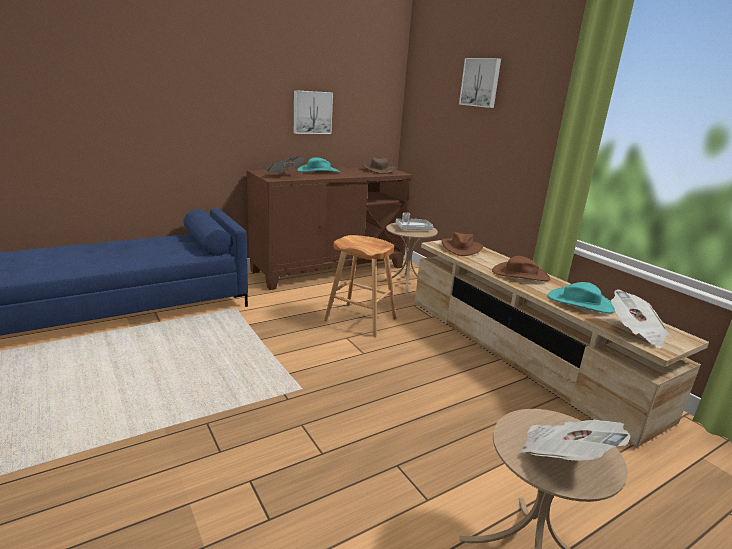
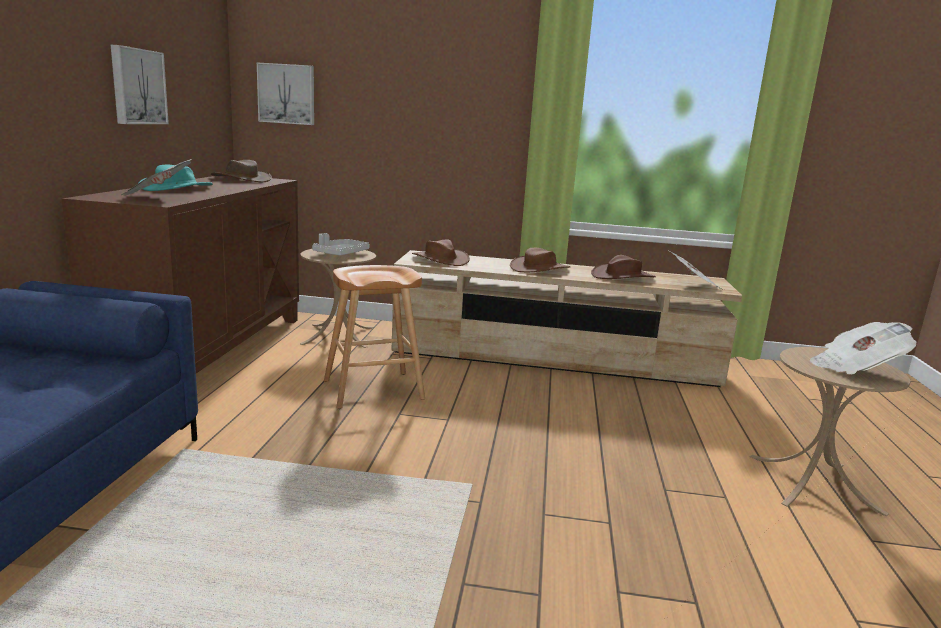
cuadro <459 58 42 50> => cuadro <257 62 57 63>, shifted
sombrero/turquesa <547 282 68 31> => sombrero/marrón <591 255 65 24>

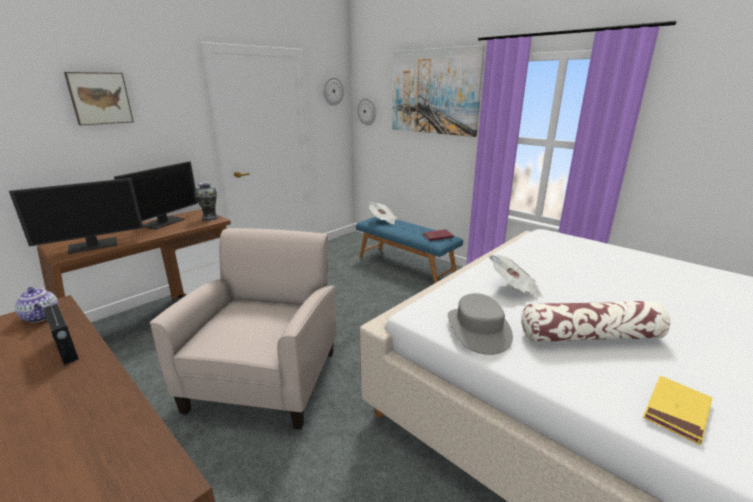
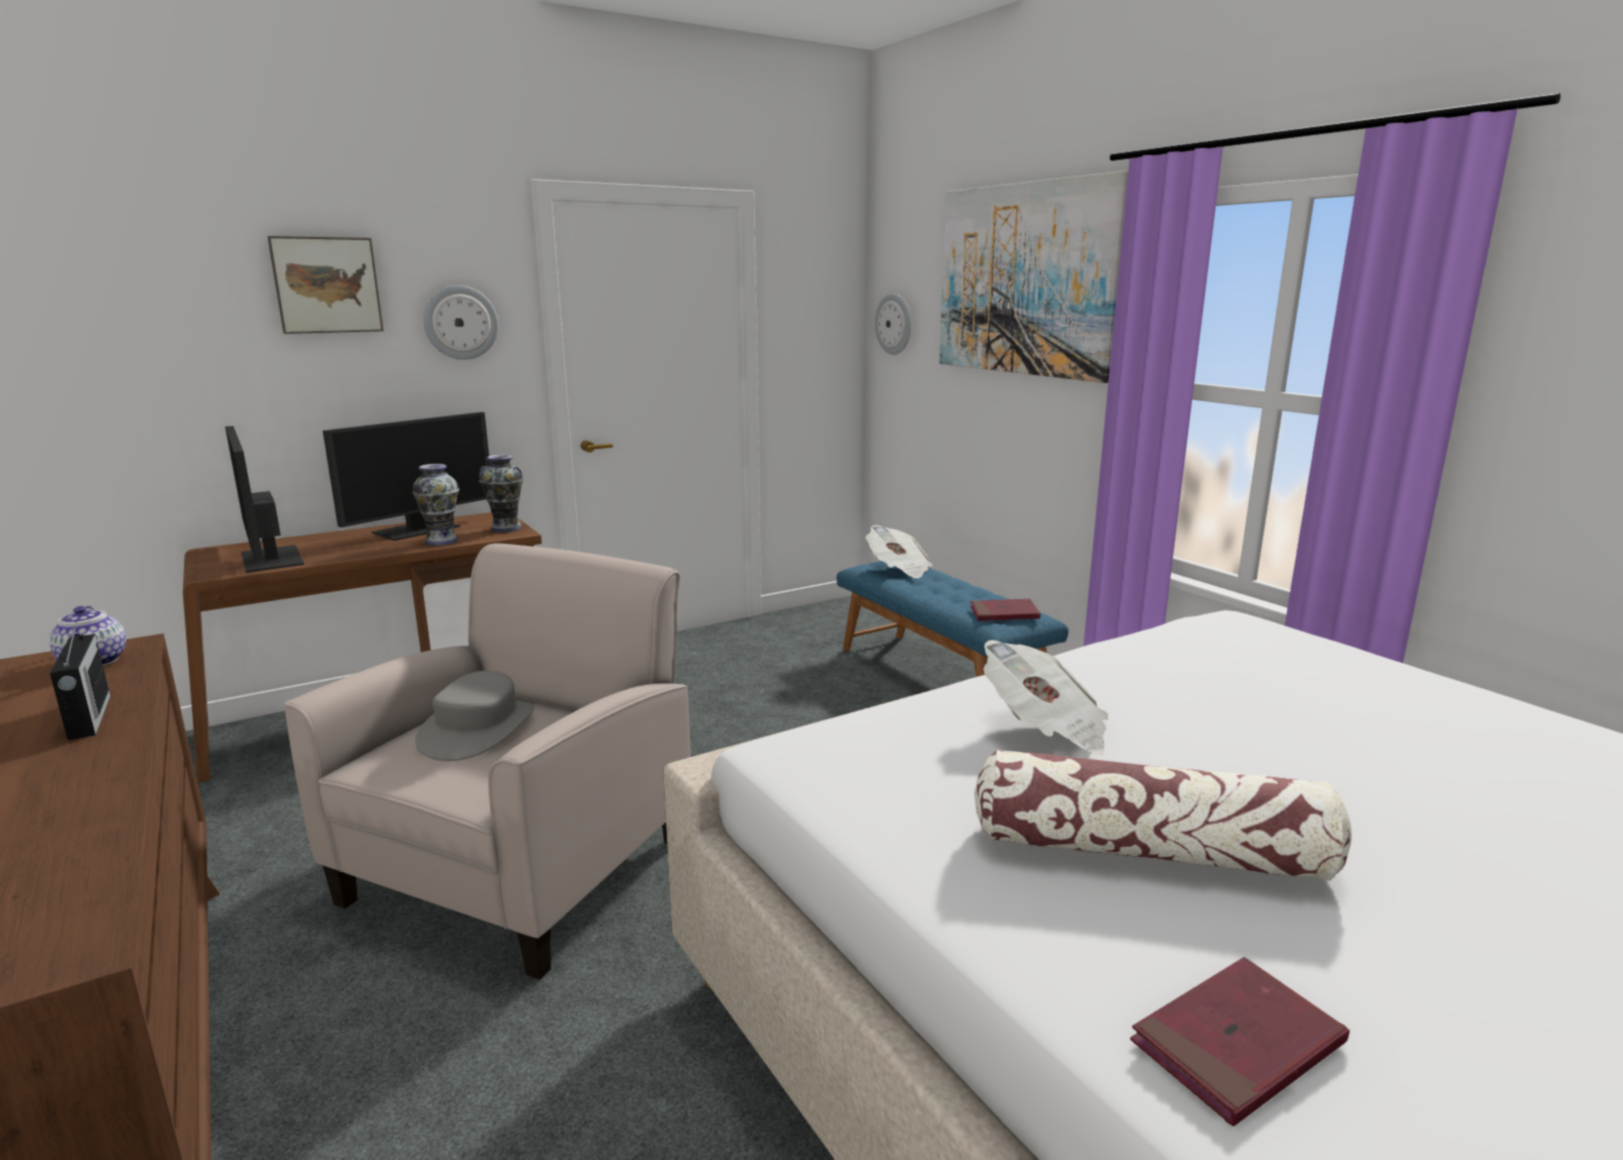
reloj de pared <323 77 21 29> => reloj de pared <423 285 75 75>, shifted
monitor <9 178 134 76> => monitor <225 426 79 147>, 75 degrees clockwise
sombrero/gris <448 293 65 62> => sombrero/gris <415 671 120 90>, shifted
libro/amarillo <643 376 69 69> => libro/rojo <1130 957 220 169>
nothing => florero <412 464 47 82>

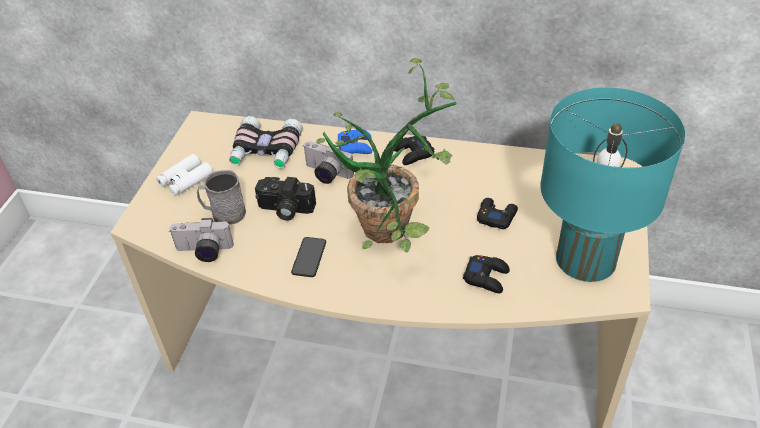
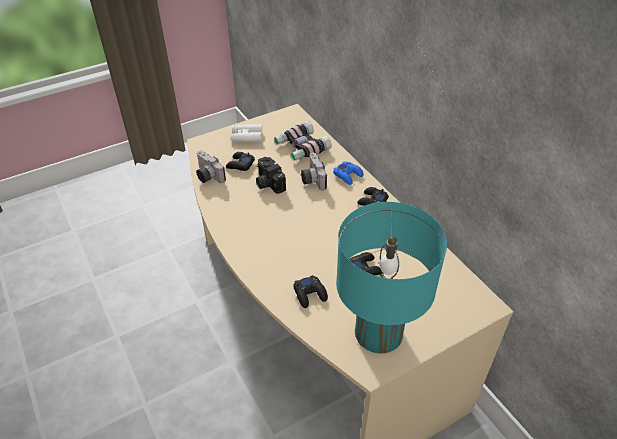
planta en maceta <316 58 141 195> => nothing
taza grande/gris <197 170 49 54> => mando de consola/negro <226 152 29 19>
móvil <291 237 35 40> => nothing

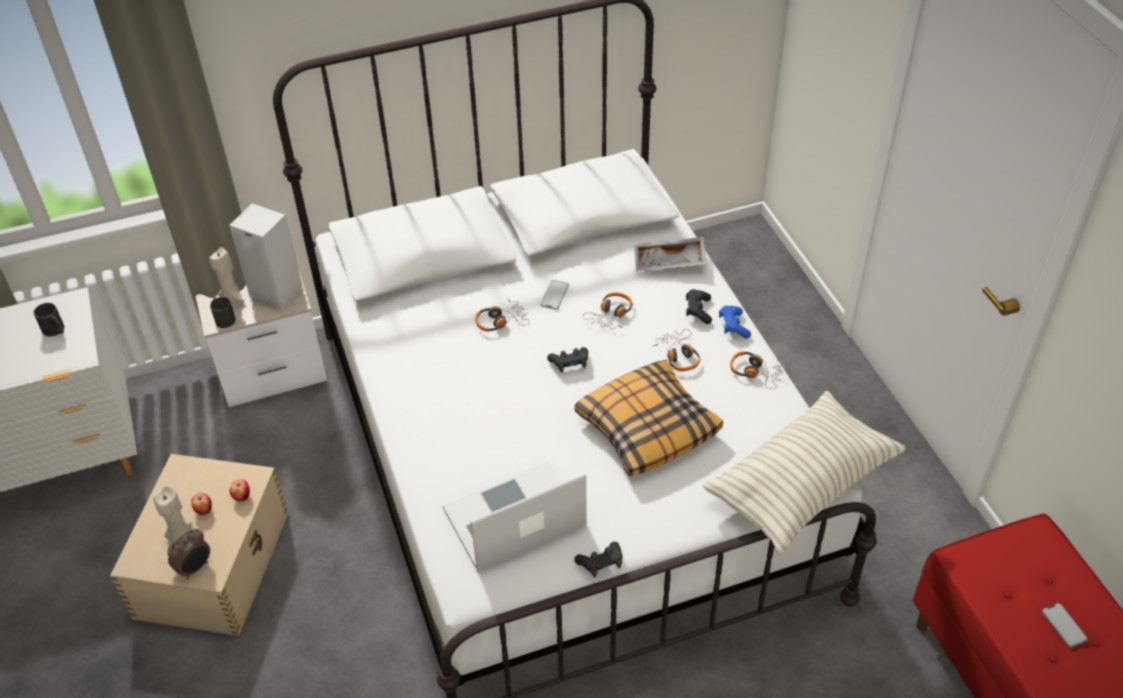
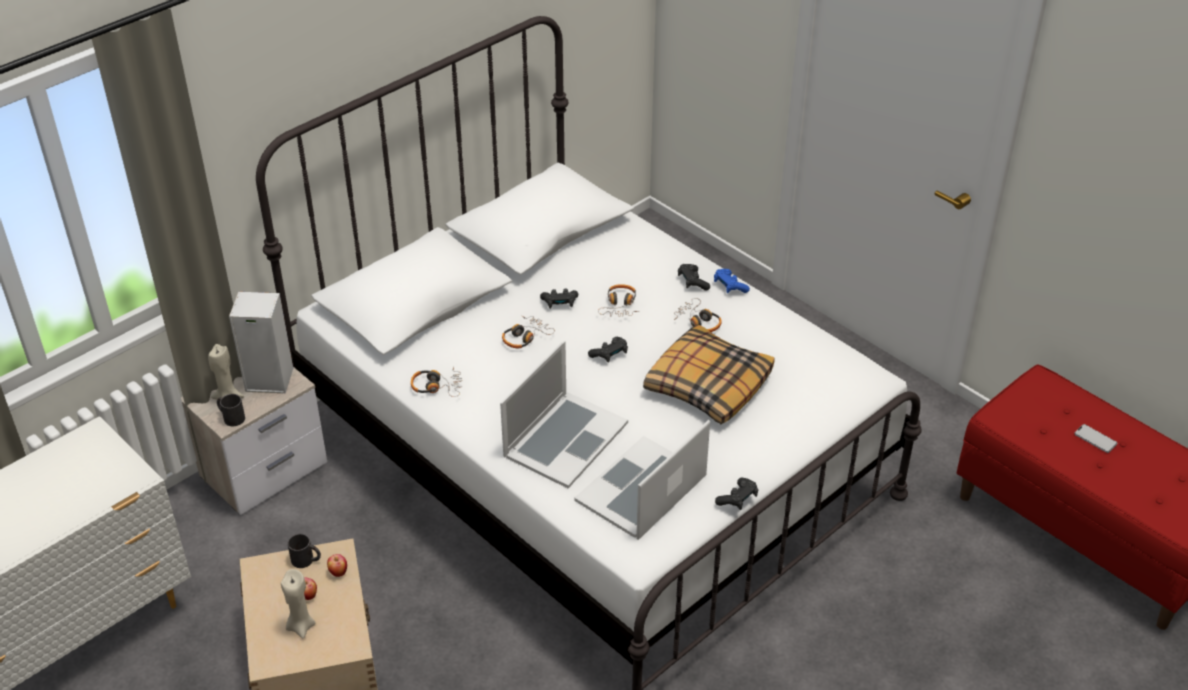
bandeja/gris <634 237 73 35> => nothing
móvil <540 280 29 30> => mando de consola/negro <540 289 38 20>
taza grande/negro <34 303 30 33> => taza grande/negro <287 534 34 34>, shifted
auriculares <730 351 54 38> => auriculares <411 367 51 30>, shifted
cojín <703 391 203 163> => nothing
despertador <167 528 43 51> => nothing
nothing => portátil <500 341 128 147>

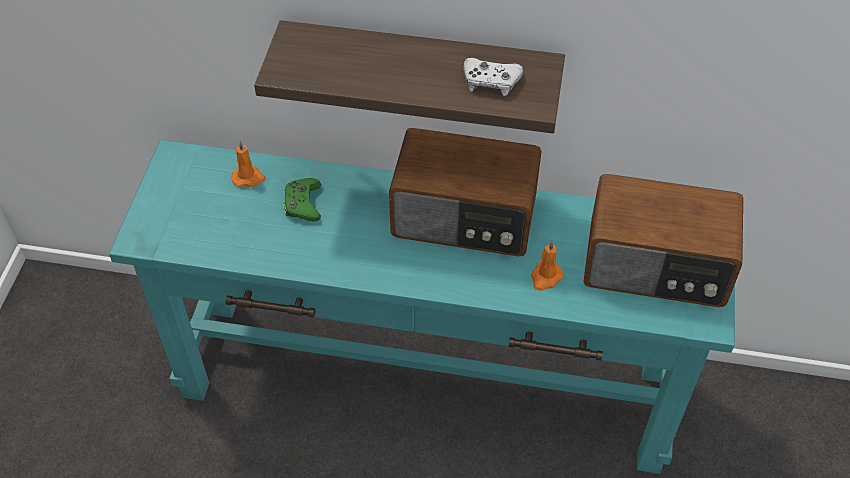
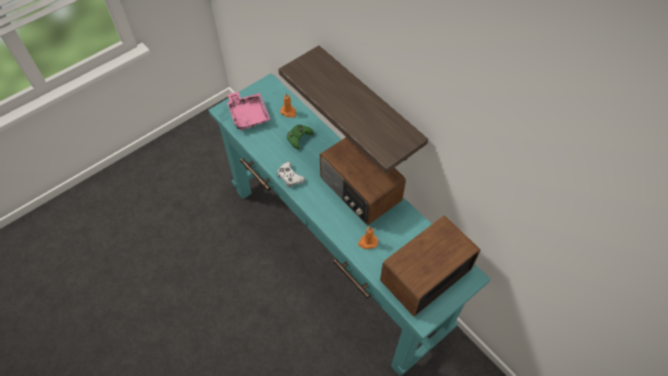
mando de consola/blanco <464 58 59 38> => mando de consola/blanco <277 162 28 25>, shifted
radio <583 174 160 133> => radio <380 215 101 102>, 90 degrees clockwise
nothing => bandeja/rosa <227 92 44 38>

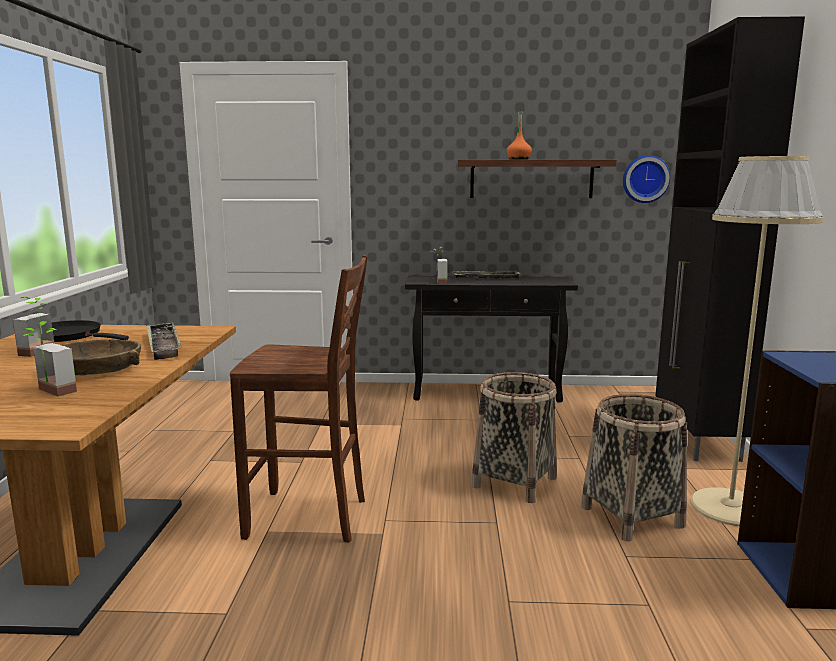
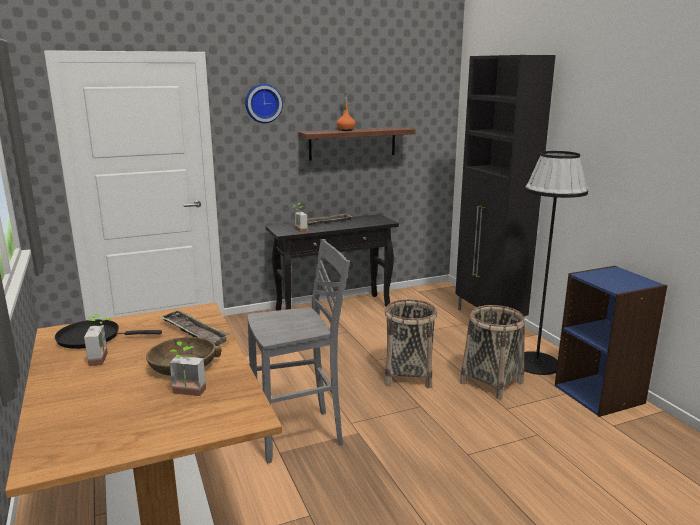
reloj de pared <623 155 47 48> => reloj de pared <245 84 38 39>, shifted
lámpara de pie/beis <690 156 133 370> => lámpara de pie/negro <524 151 64 224>
taburete/marrón <230 255 138 288> => taburete/gris <247 239 103 224>

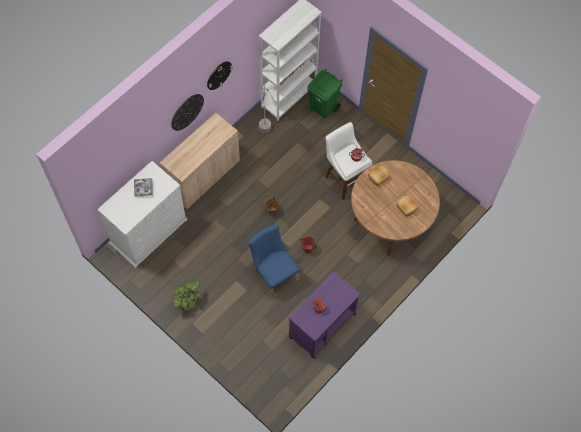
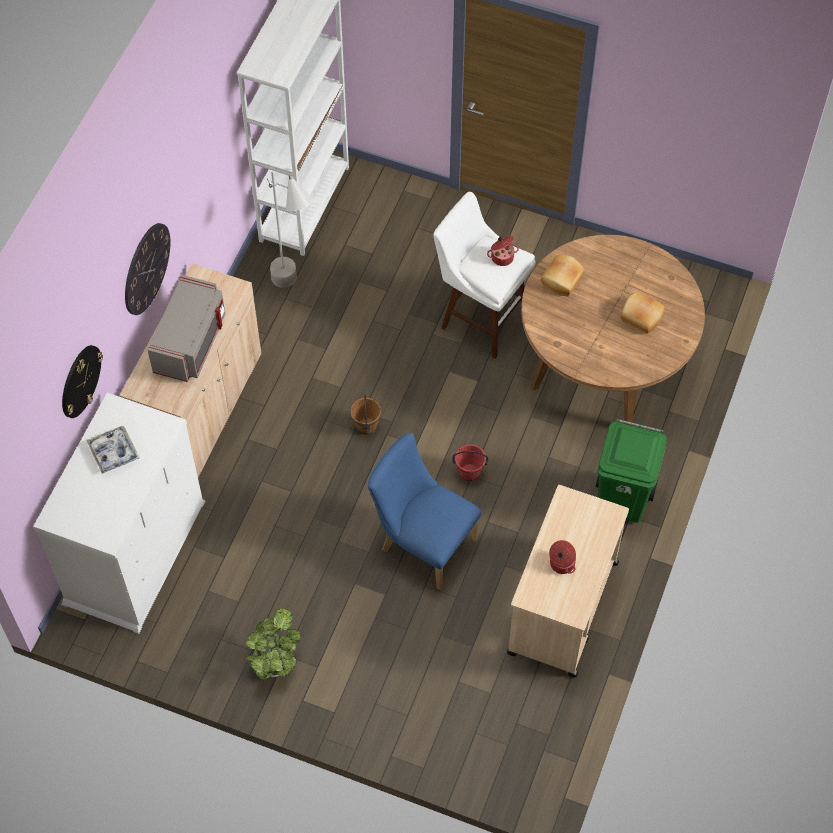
reloj de pared <207 61 26 29> => reloj de pared <62 345 41 73>, shifted
papelera/verde <307 69 35 50> => papelera/verde <596 419 71 104>, shifted
carrito/morado <289 272 71 86> => carrito/beis <507 485 122 193>
nothing => microondas/gris <148 275 78 107>

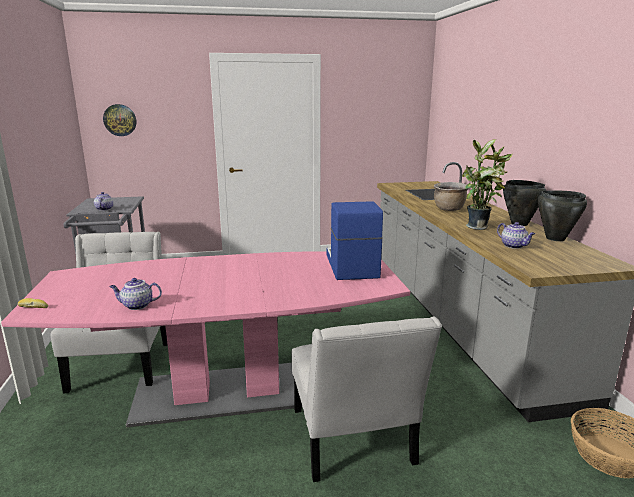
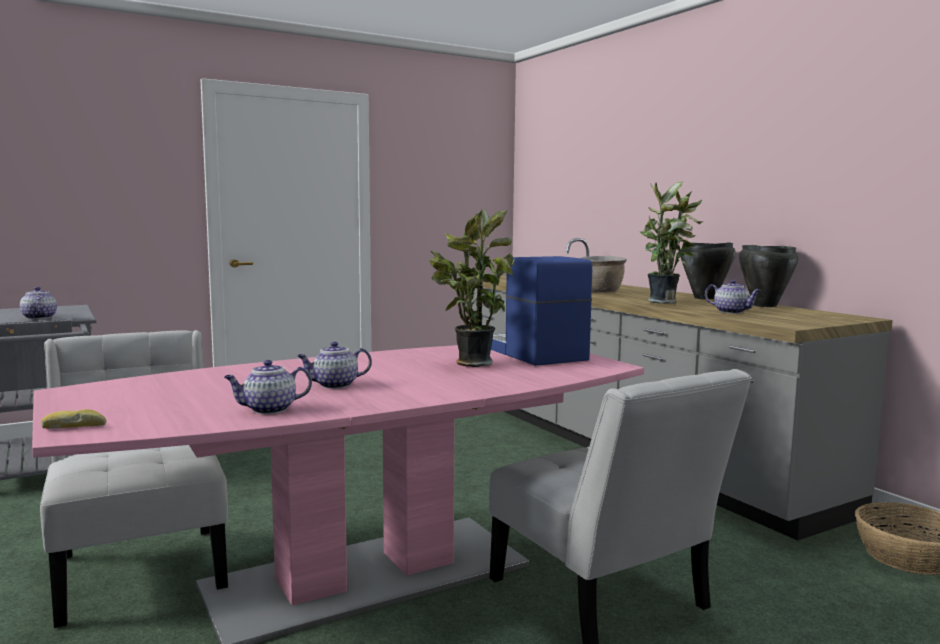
reloj de pared <103 104 33 32> => nothing
nothing => planta en maceta <429 209 86 158>
nothing => tetera <297 342 75 47>

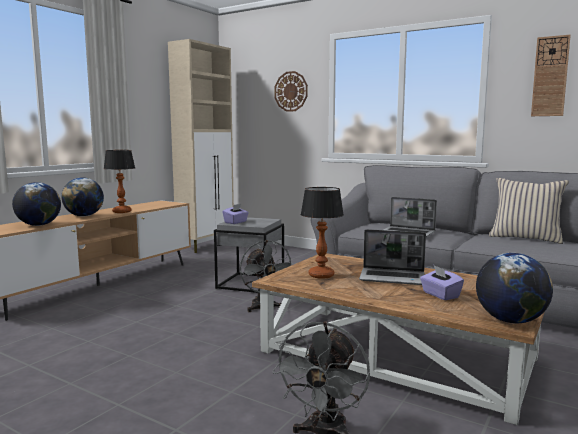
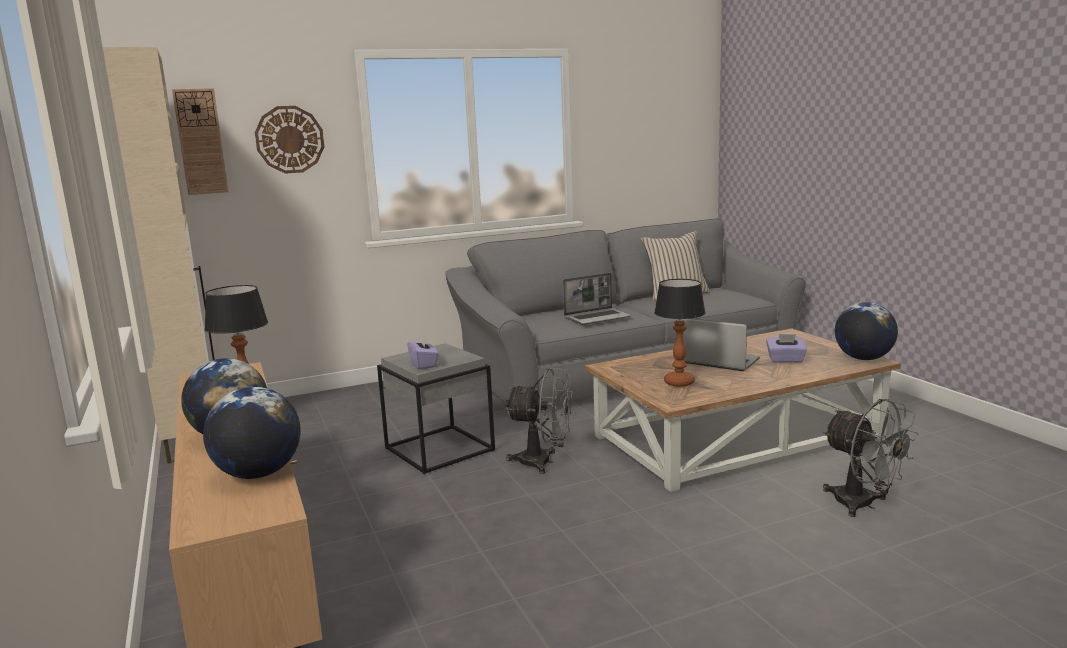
reloj de pared <531 35 40 81> => reloj de pared <172 88 57 107>, shifted
portátil <359 229 67 56> => portátil <682 318 78 53>, 105 degrees counterclockwise

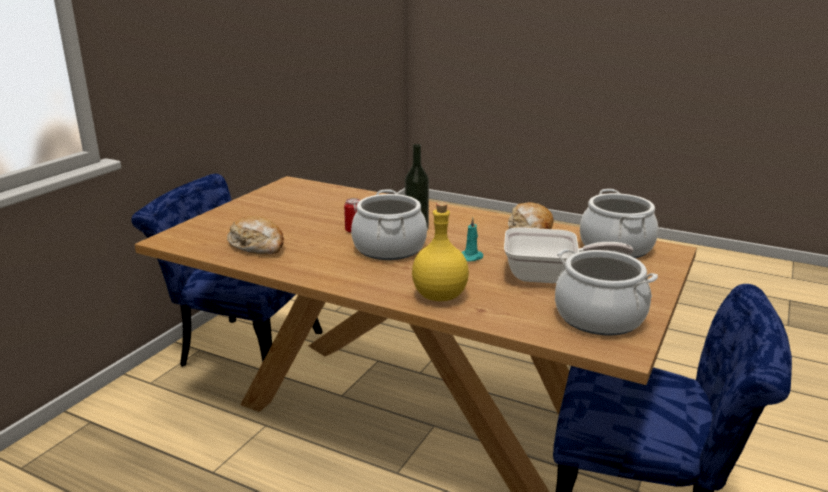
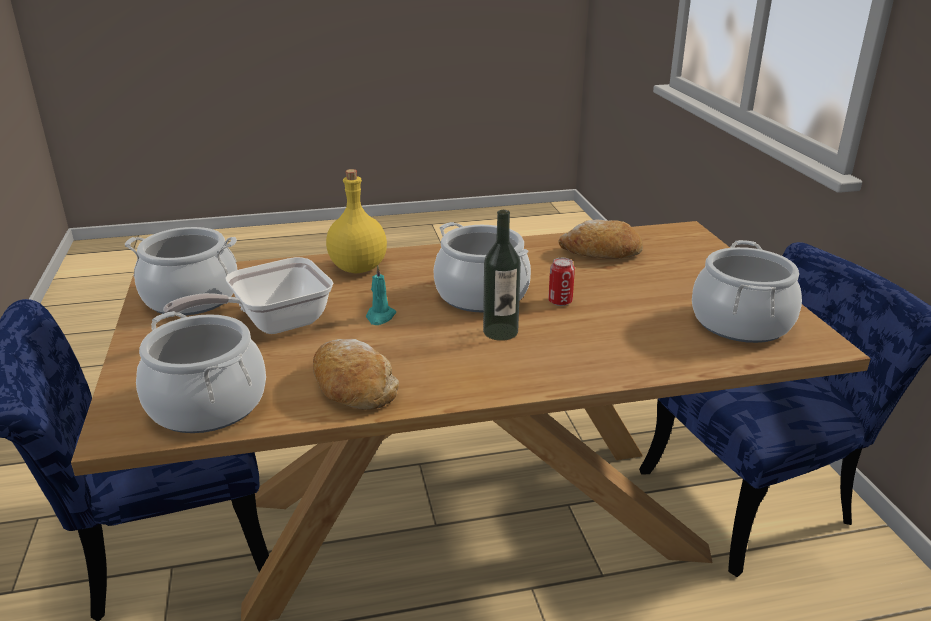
nothing => olla <692 240 110 103>

